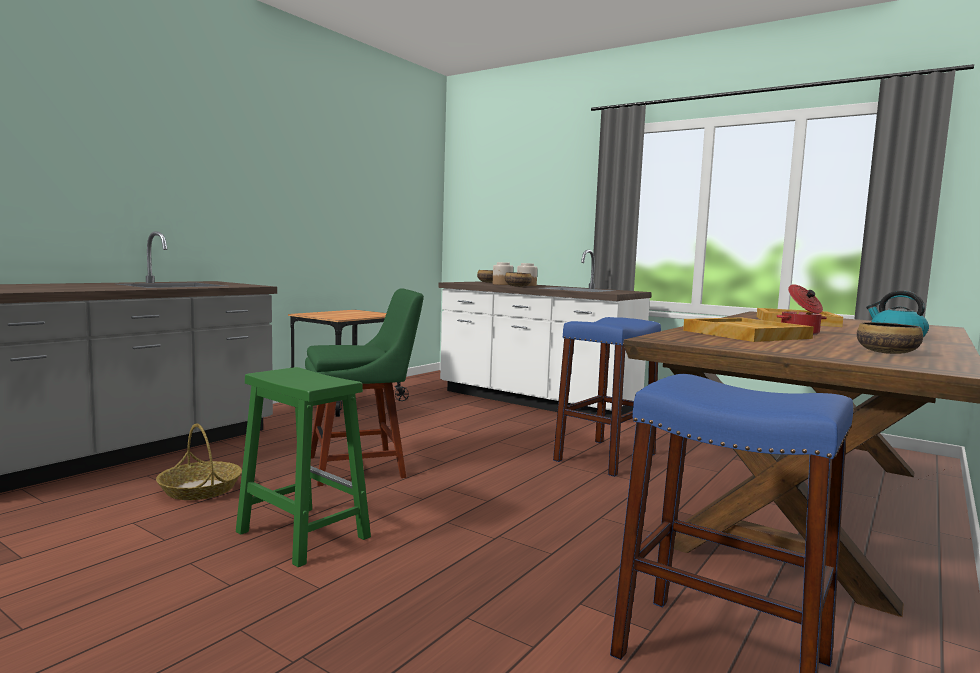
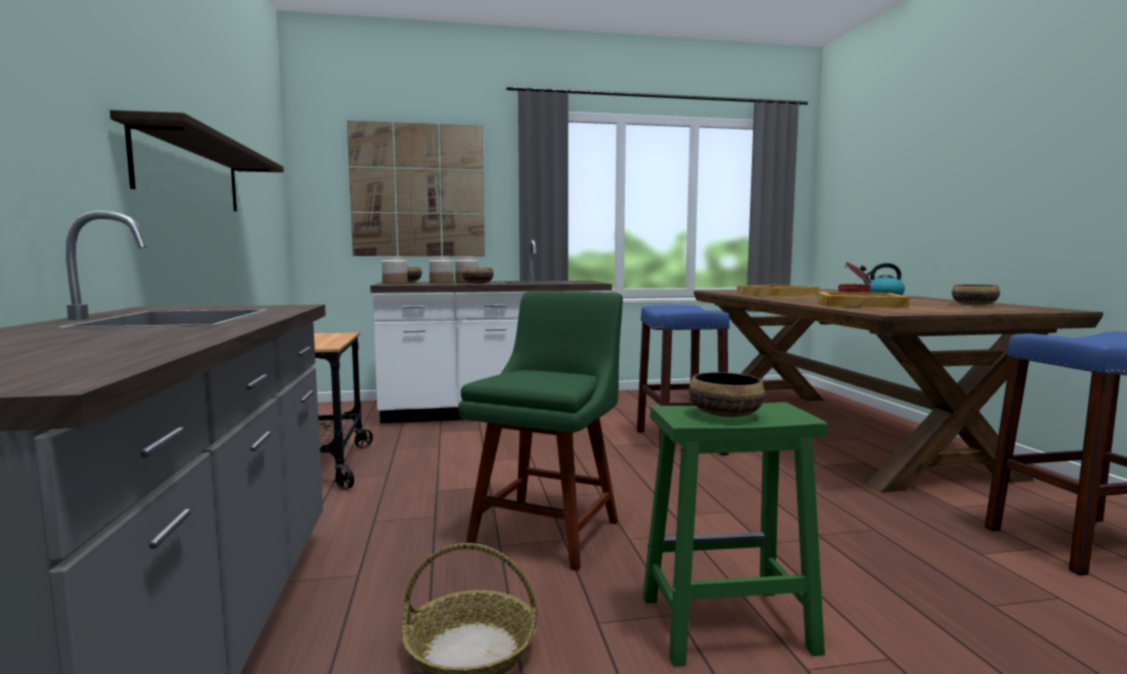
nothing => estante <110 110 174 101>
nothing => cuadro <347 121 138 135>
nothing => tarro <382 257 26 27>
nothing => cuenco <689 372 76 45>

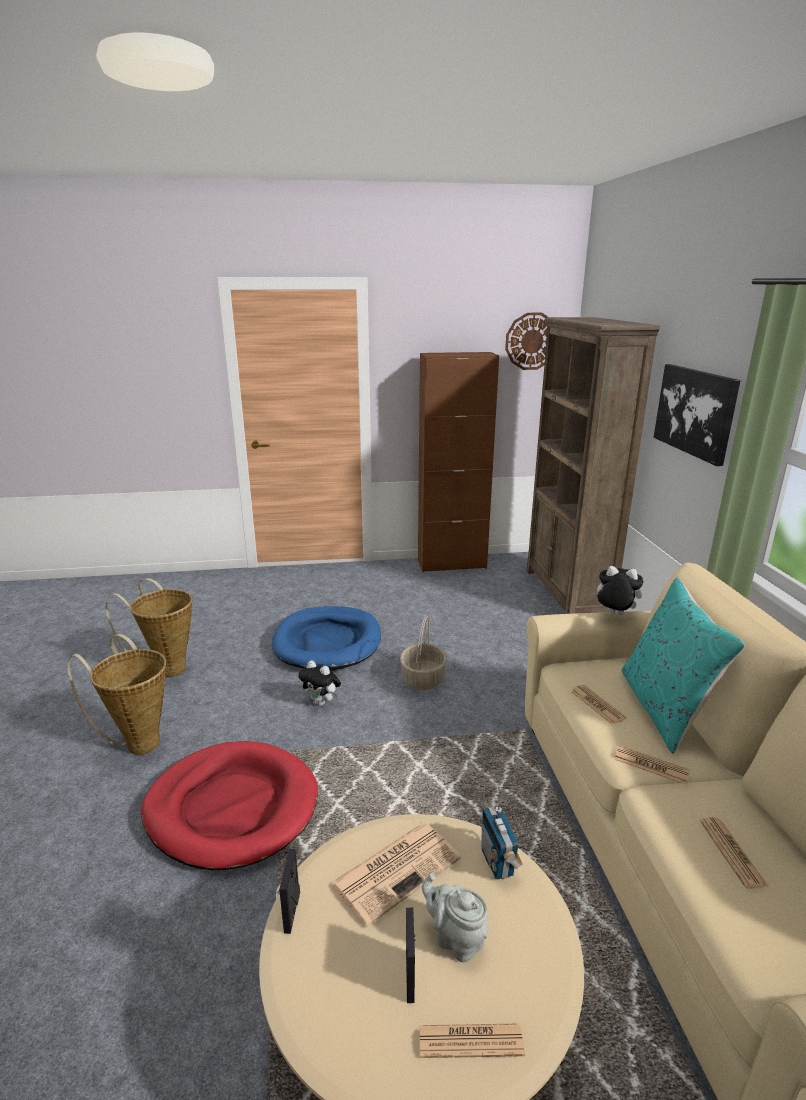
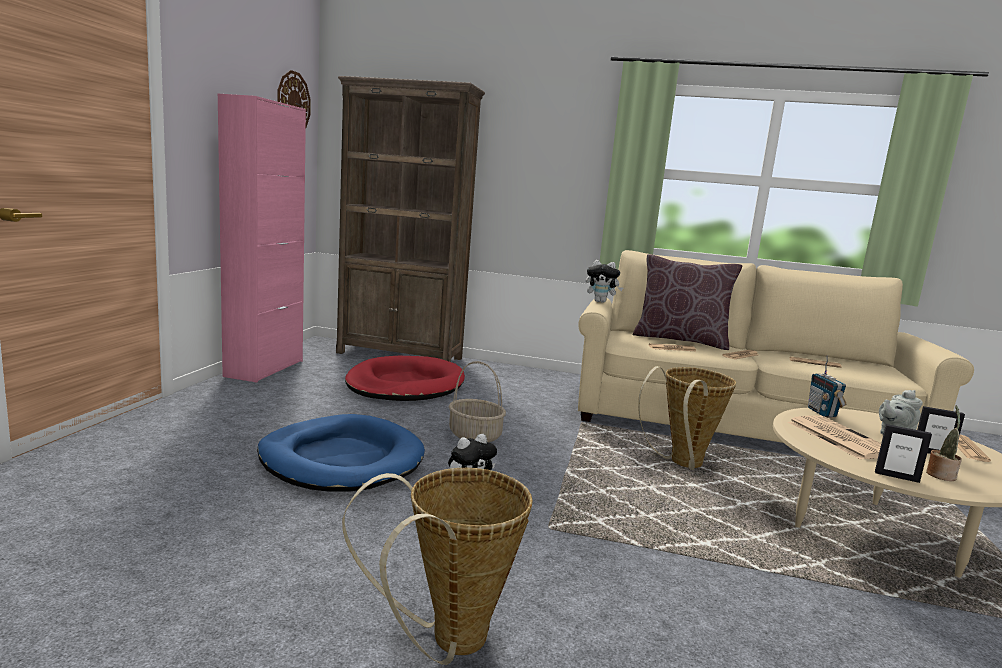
armario/marrón <418 352 81 220> => armario/rosa <218 94 88 288>
cuadro <654 364 87 102> => nothing
peluche <591 566 52 50> => peluche <586 260 37 43>, 120 degrees counterclockwise
cesta <106 578 86 99> => cesta <638 366 98 104>, shifted
cojín/turquesa <621 578 125 176> => cojín/marrón <633 254 110 96>
cama para perro/rojo <141 741 177 129> => cama para perro/rojo <345 356 120 45>, shifted
radio <481 786 42 93> => radio <808 356 38 62>, 75 degrees clockwise
nothing => planta en maceta <926 405 36 76>

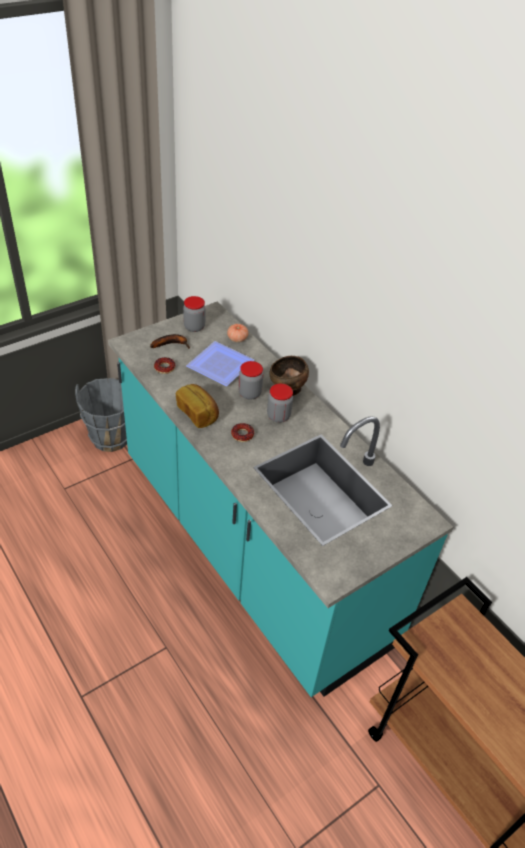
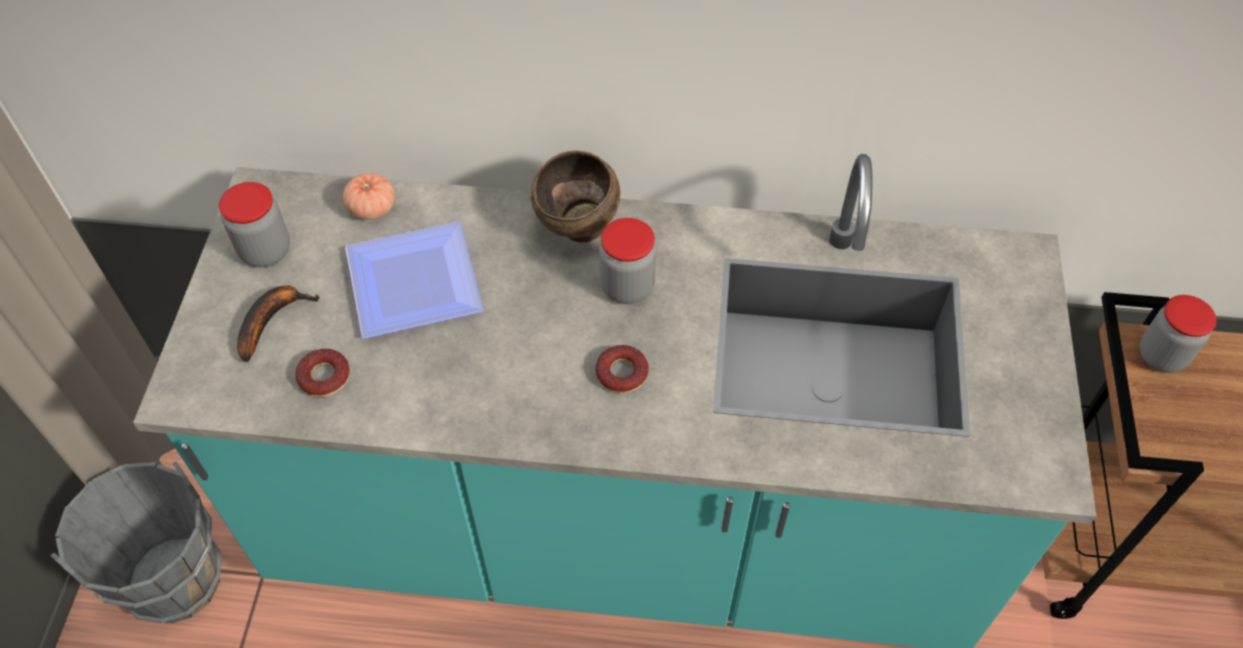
tarro <238 361 25 39> => tarro <1139 295 78 78>, shifted
pan <176 384 43 44> => nothing

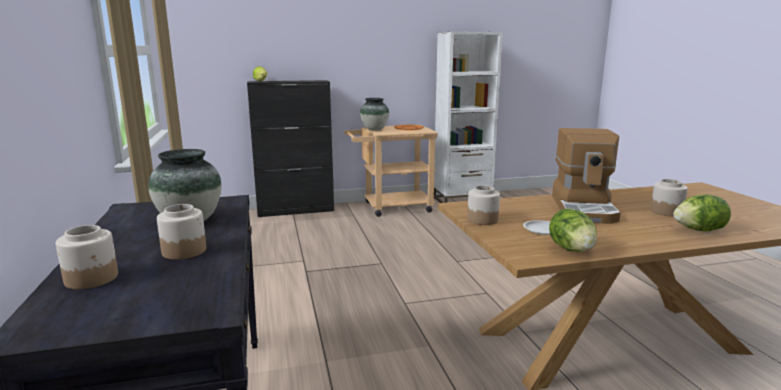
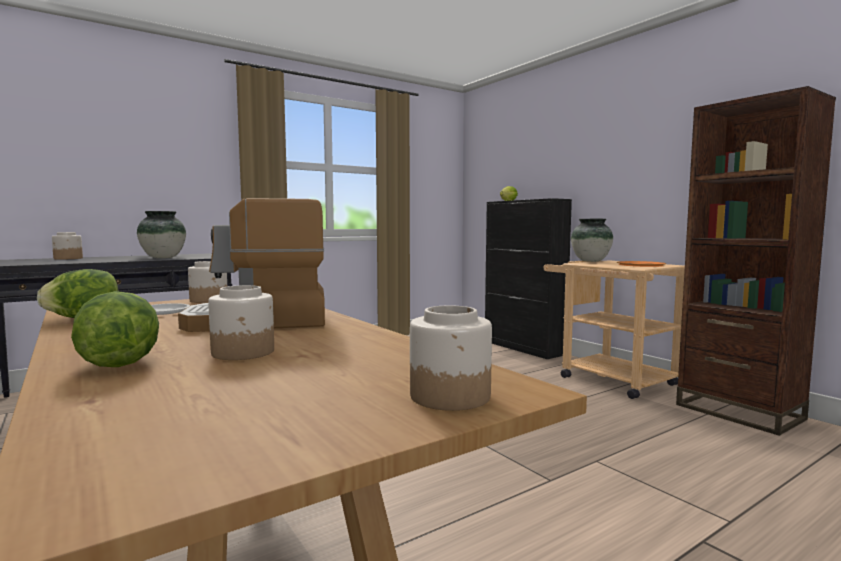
estantería/blanco <434 31 69 172> => estantería/marrón <676 86 160 350>
tarro <157 204 49 56> => tarro <410 306 82 105>, shifted

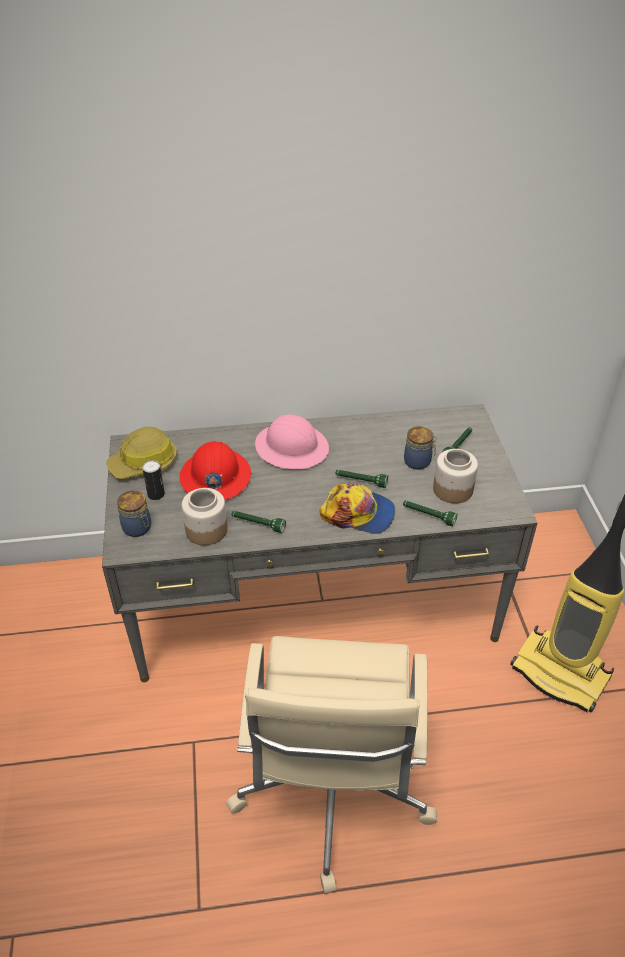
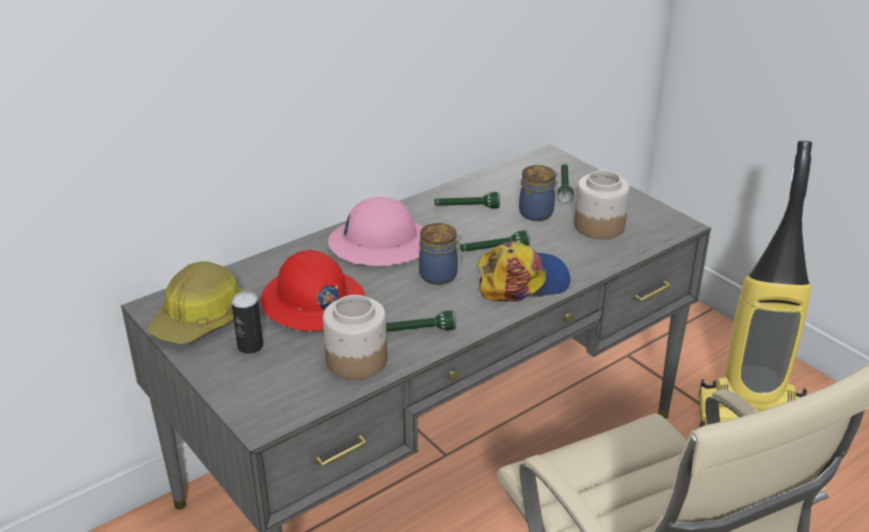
tarro <117 490 34 47> => tarro <419 223 44 62>, shifted
linterna/verde <403 500 54 27> => linterna/verde <435 192 65 17>, shifted

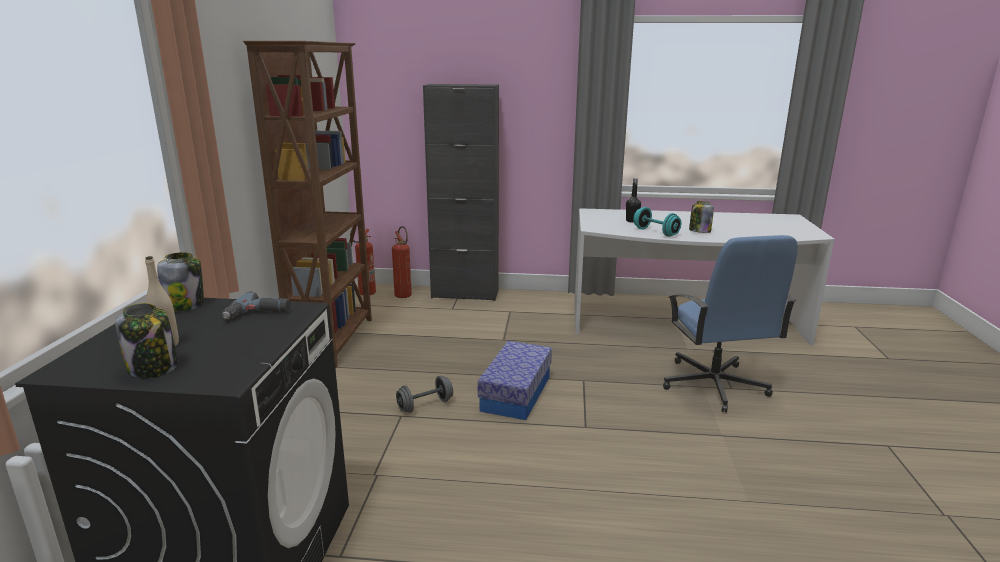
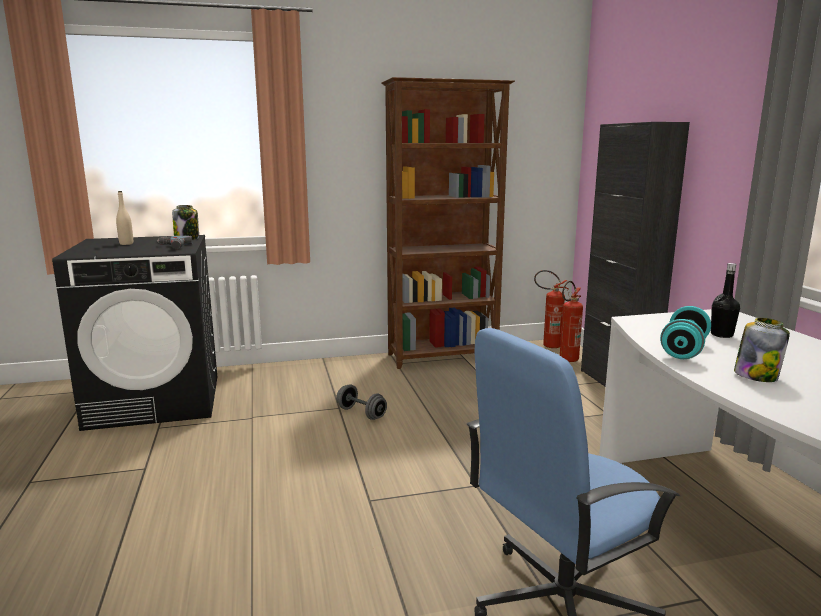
tarro <115 303 63 75> => nothing
caja de almacenaje <477 341 75 79> => nothing

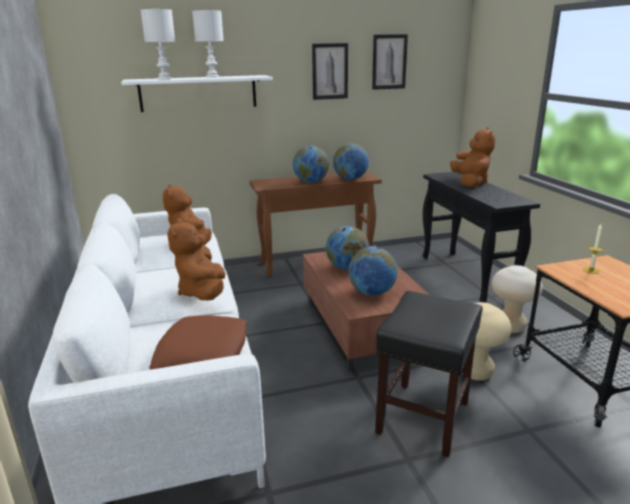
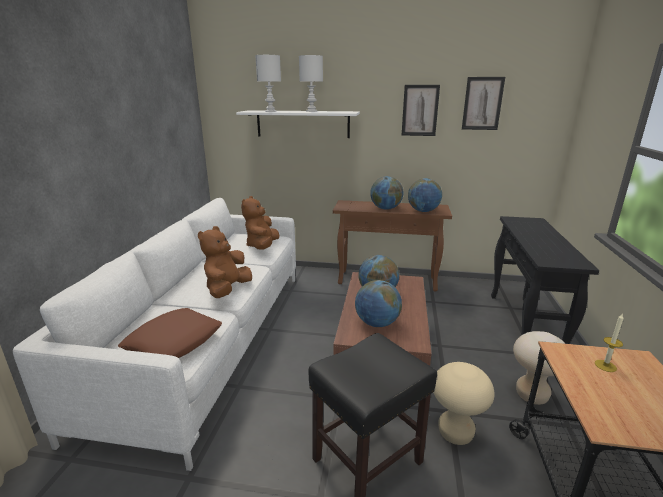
peluche/marrón <450 127 45 60> => nothing

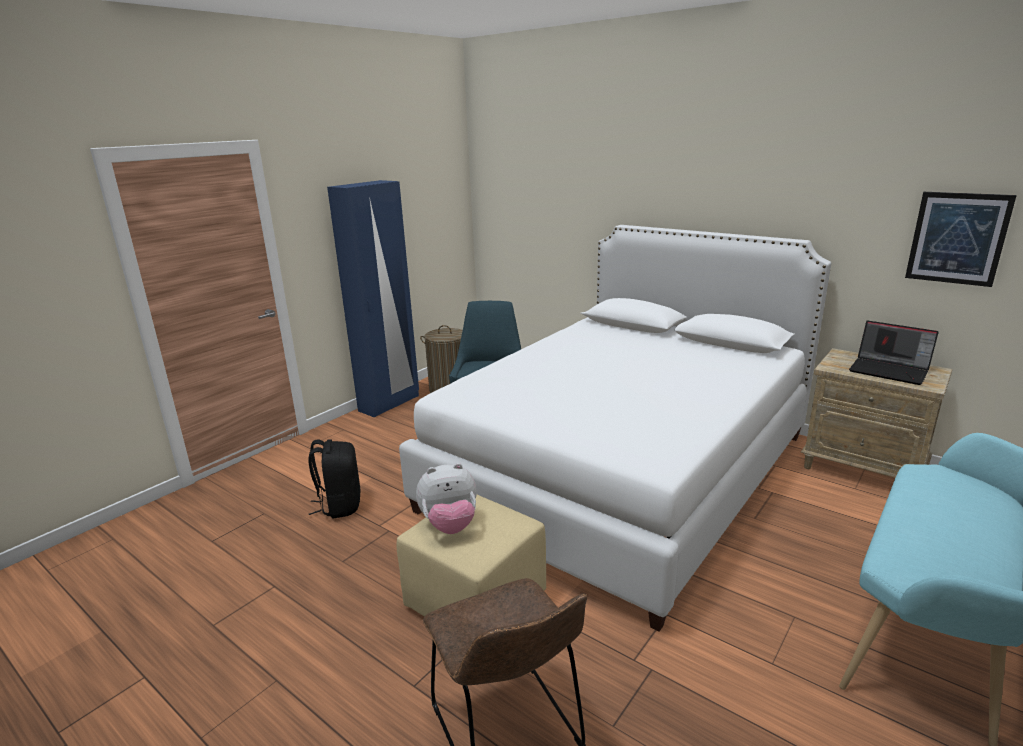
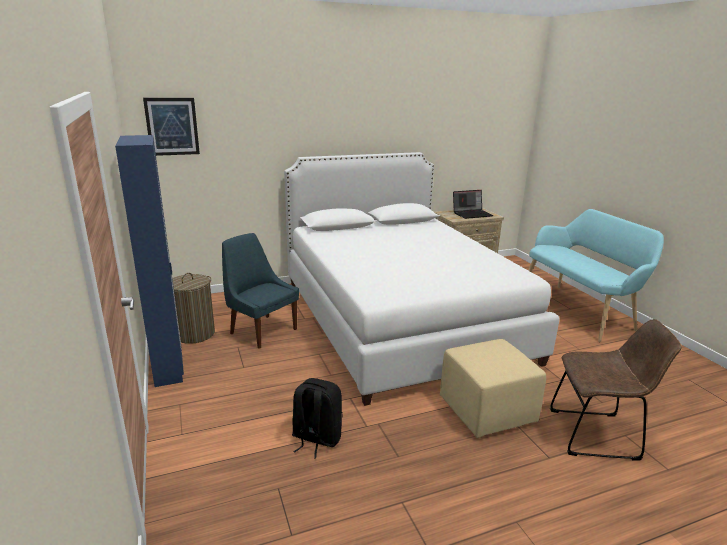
cuadro <905 192 112 95> => cuadro <143 98 57 58>, shifted
peluche <416 463 61 71> => nothing

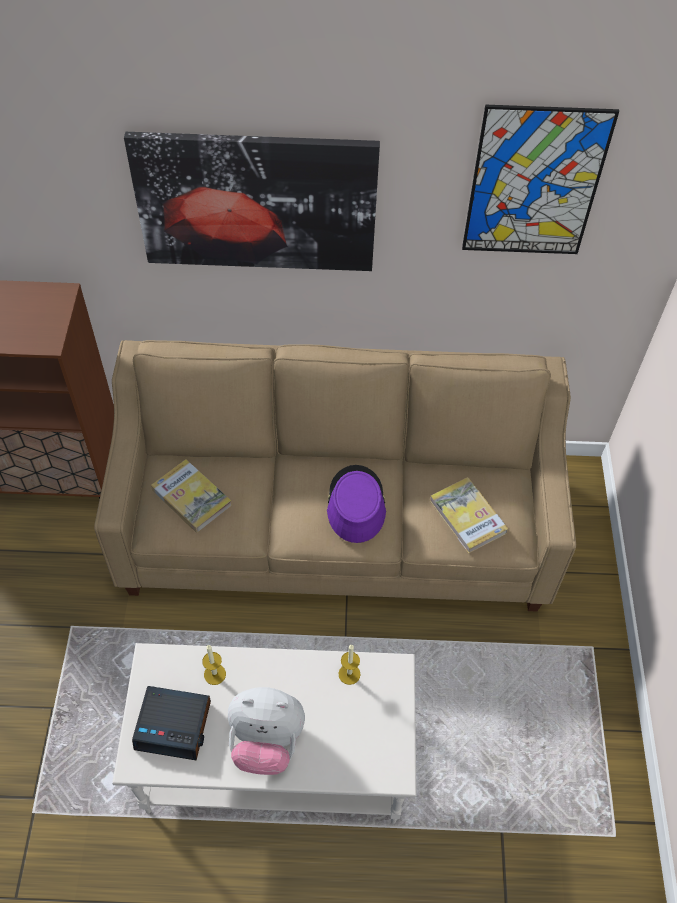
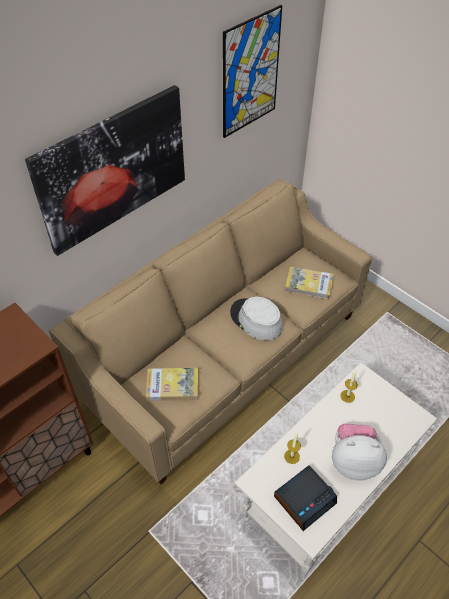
sombrero/morado <327 465 59 78> => sombrero/gris <230 297 53 43>
peluche <228 687 77 88> => peluche <332 423 55 57>, 135 degrees counterclockwise

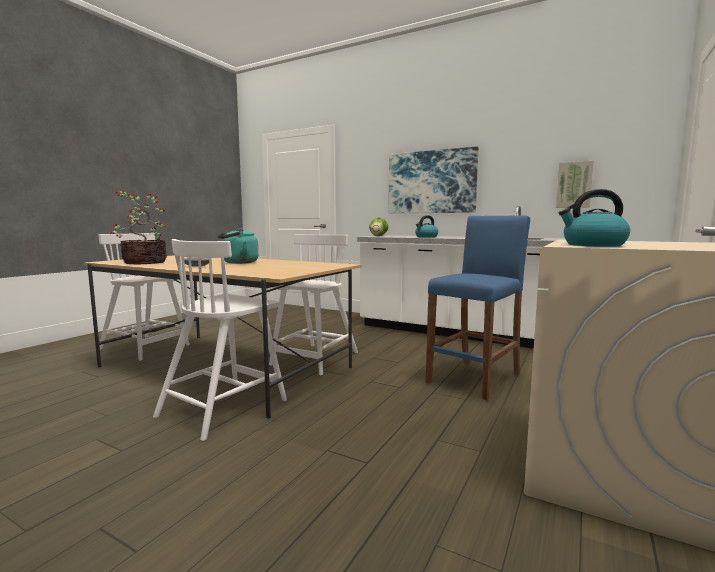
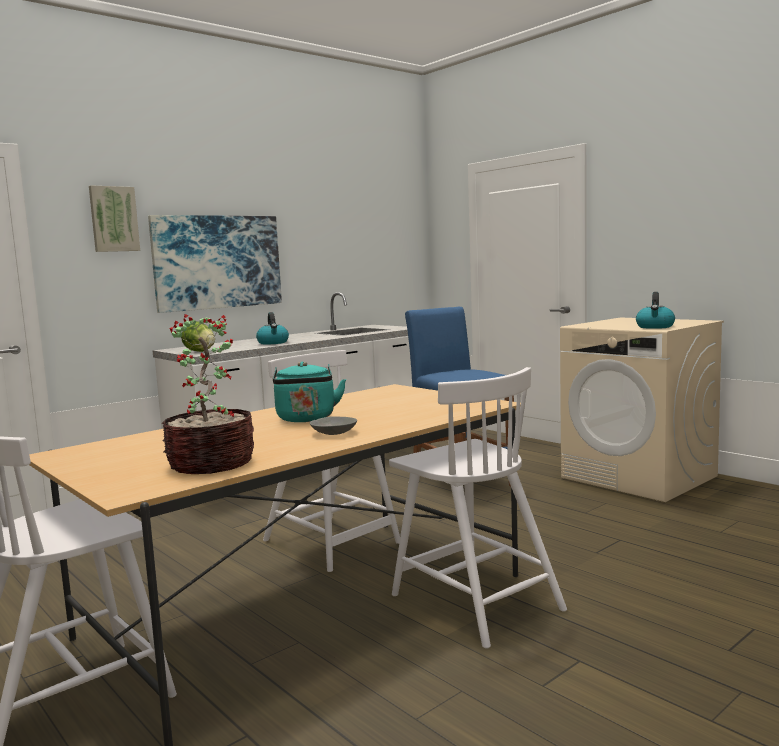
cuadro <556 161 38 47> => cuadro <89 185 51 67>, shifted

